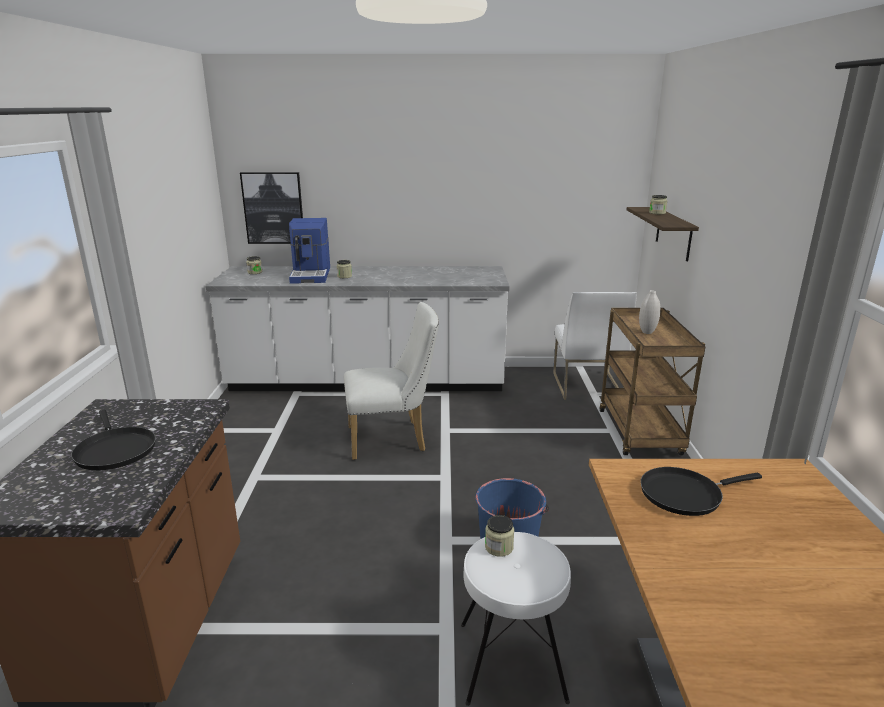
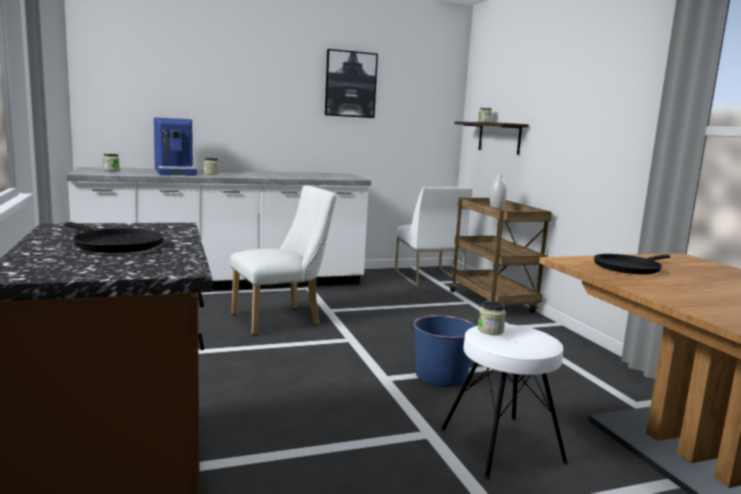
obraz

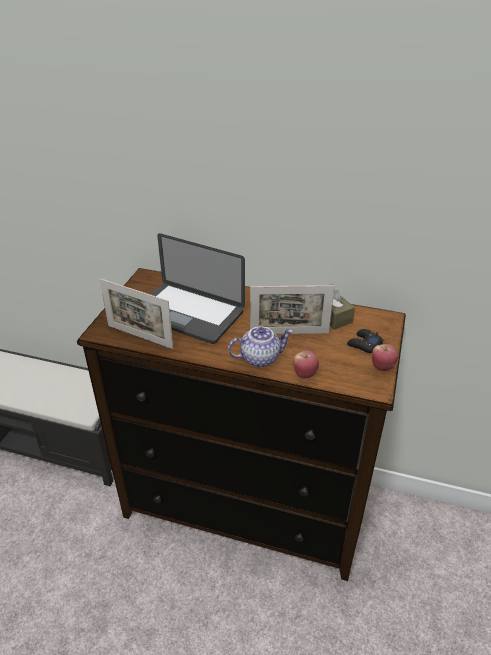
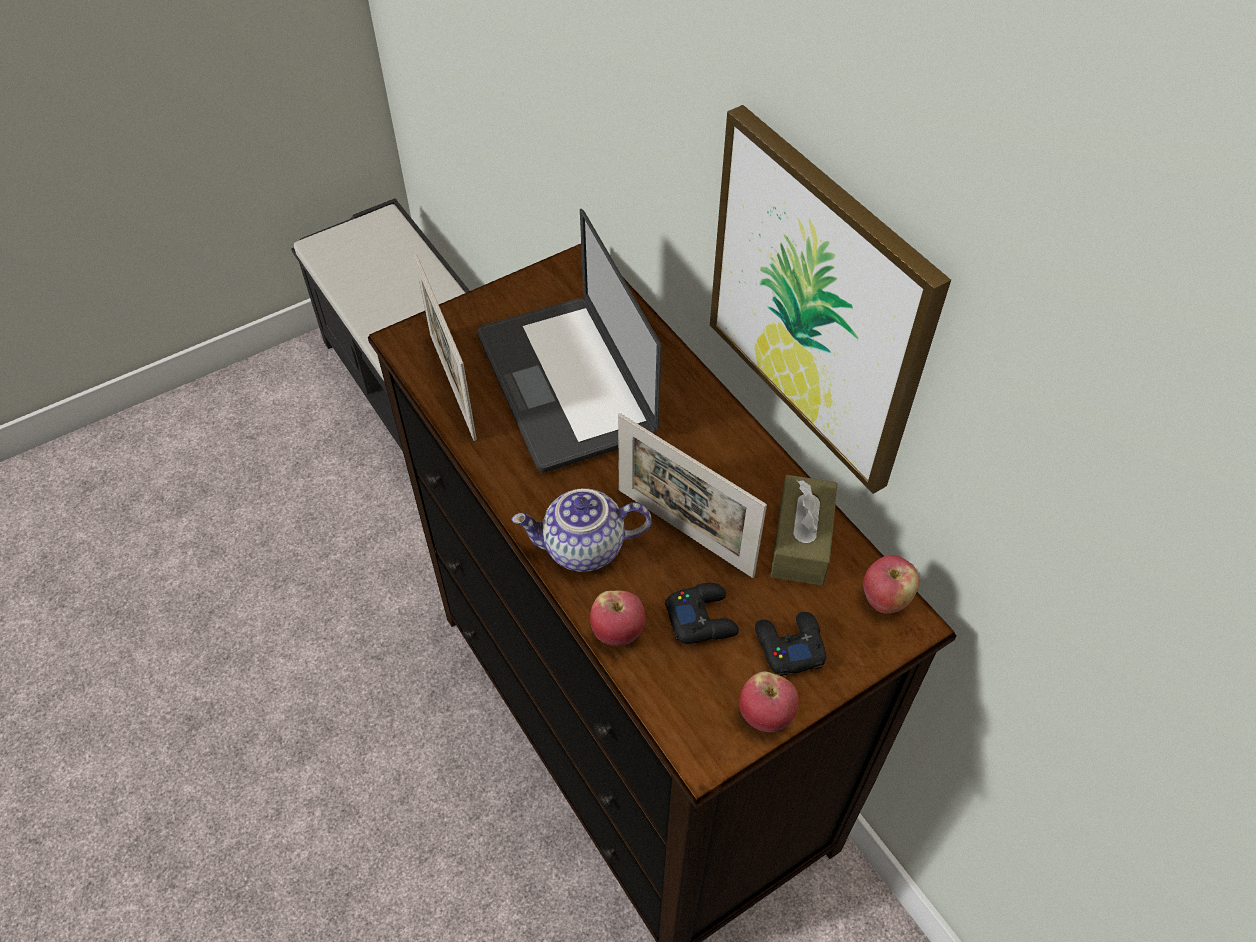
imbryk
pad do gier (czarny) (no. 1 from left)
obraz
jabłko (no. 3 from left)

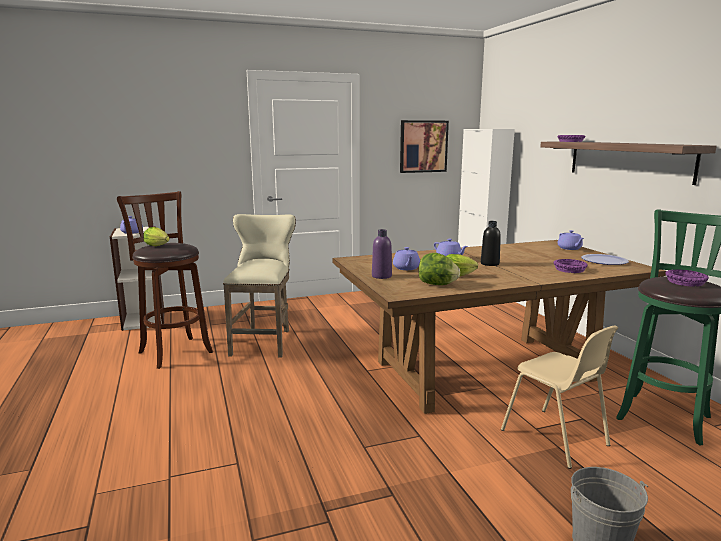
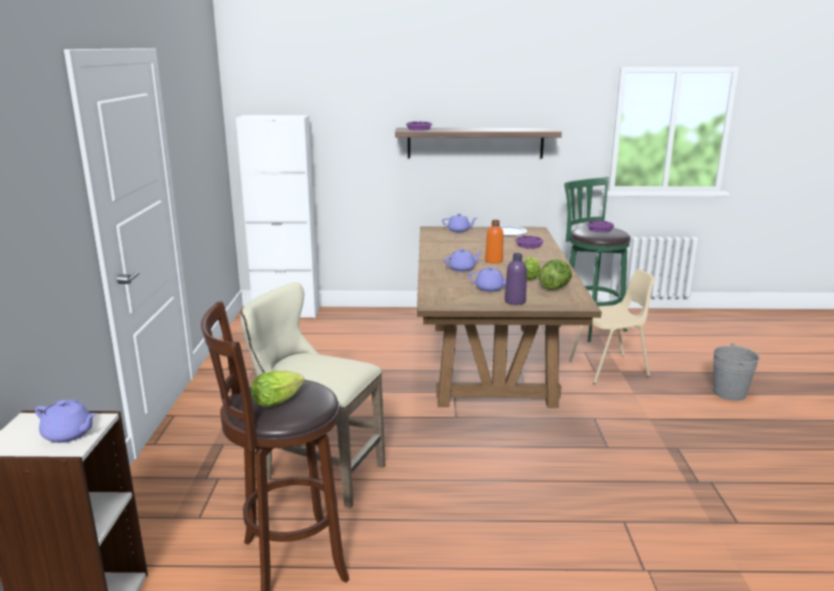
obraz
butelka (pomarańczowy)

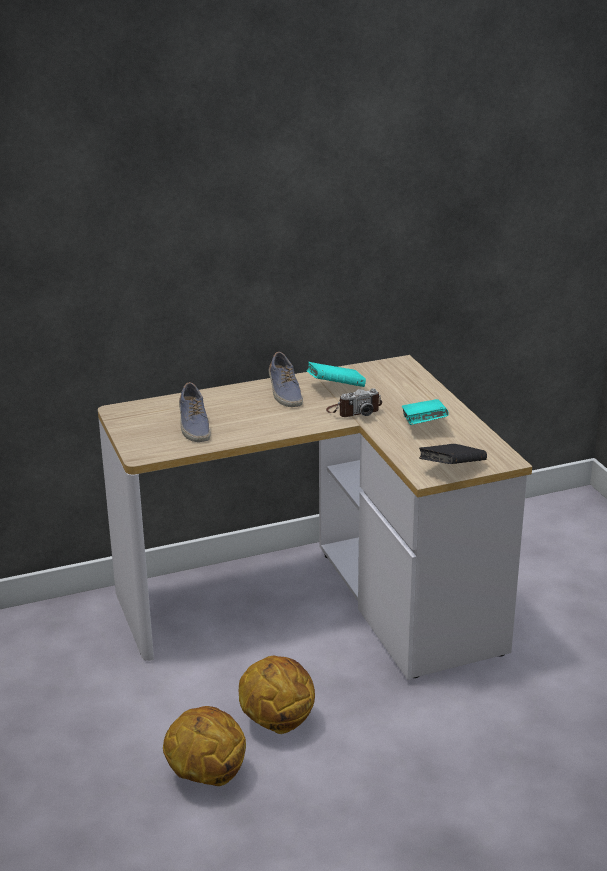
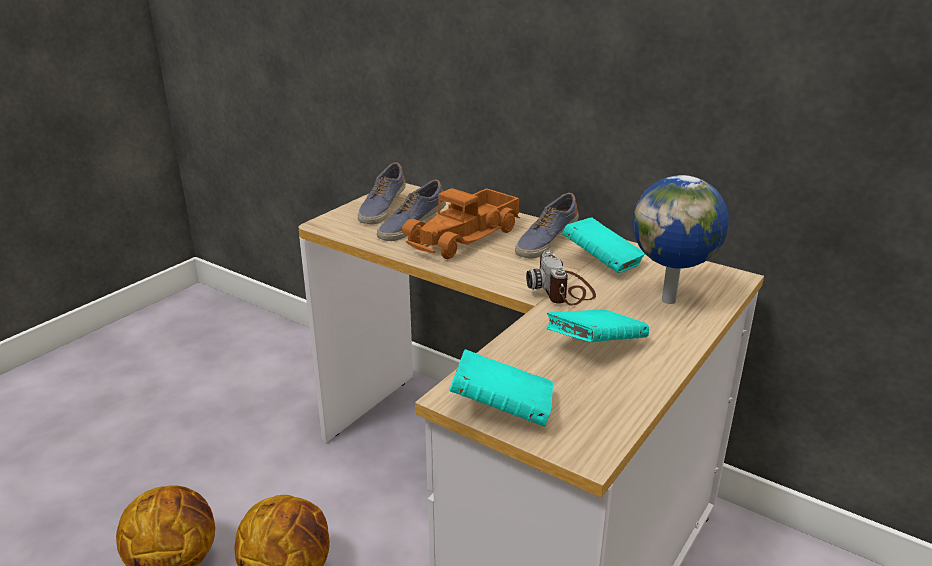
aparat fotograficzny
książka (turkusowy) (no. 1 from left)
but (no. 1 from left)
ciężarówka zabawkowa
globus

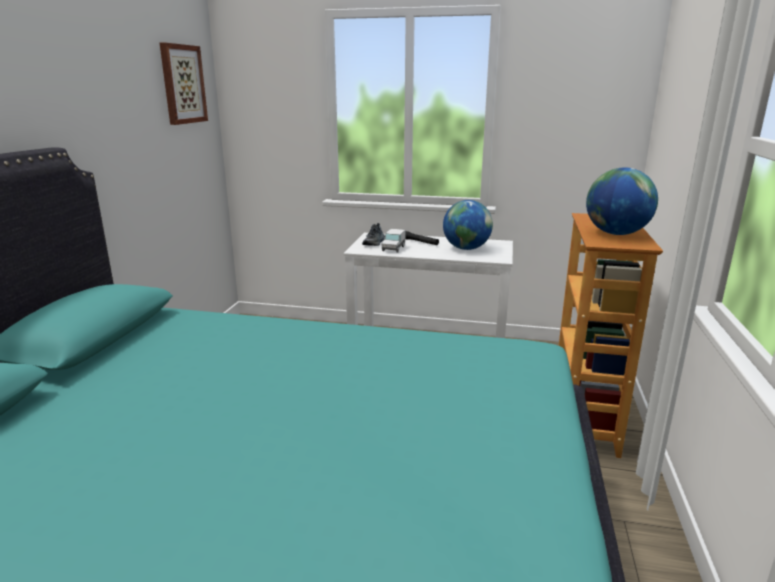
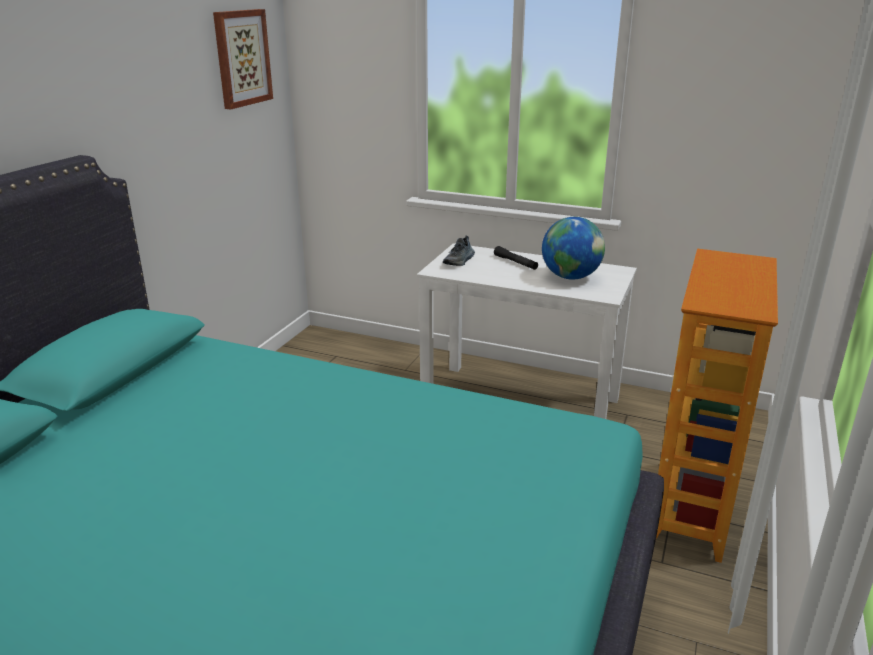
ciężarówka zabawkowa
globus (no. 2 from left in the first image)

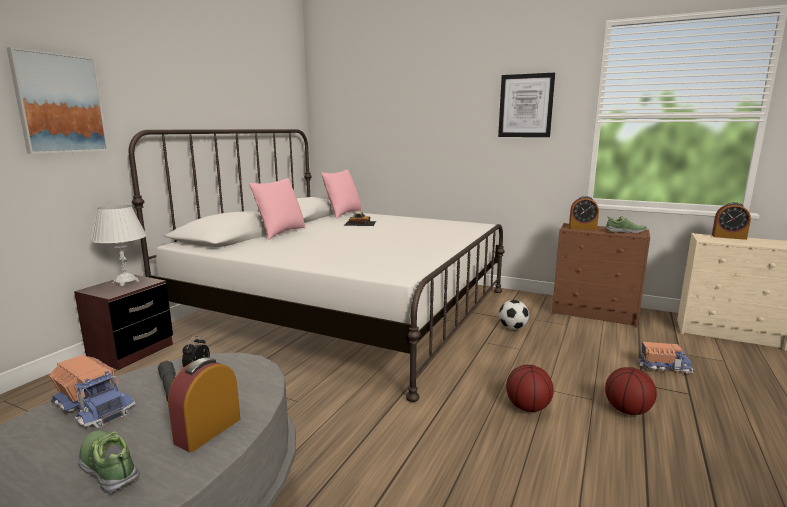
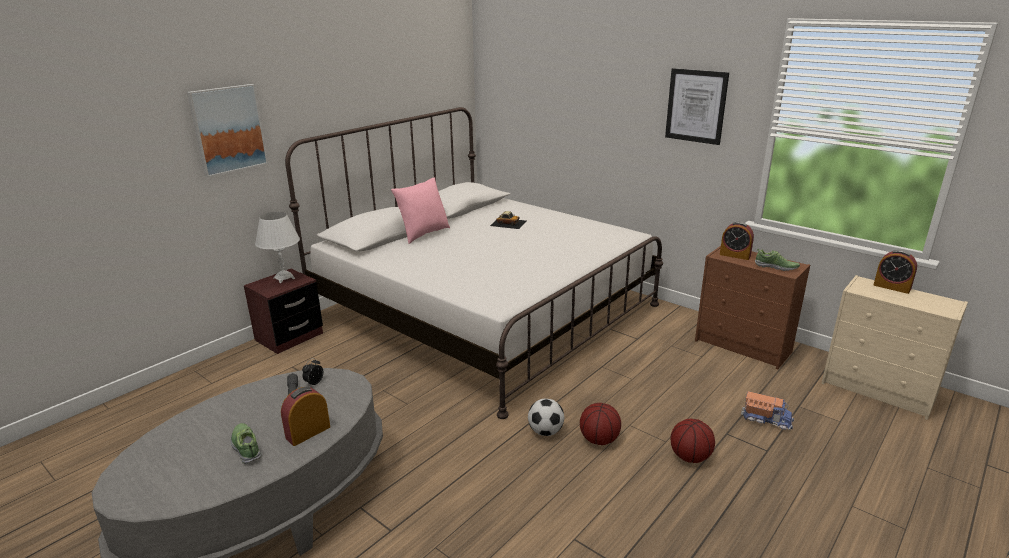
ciężarówka zabawkowa (no. 1 from left in the first image)
poduszka (różowy) (no. 2 from left in the first image)
piłka futbolowa

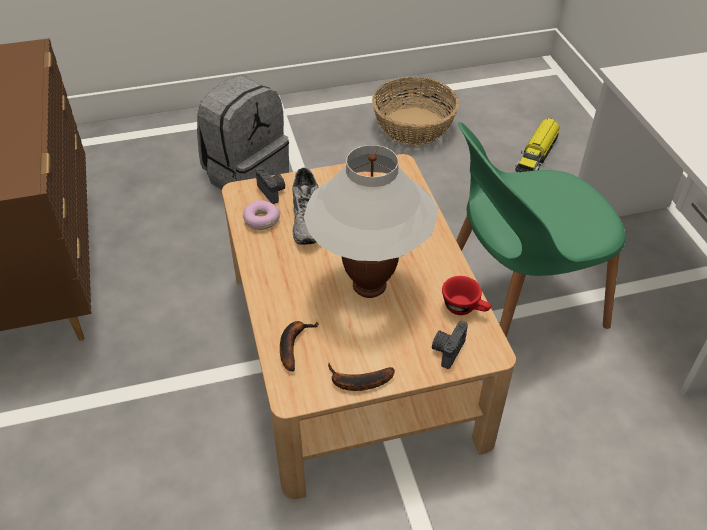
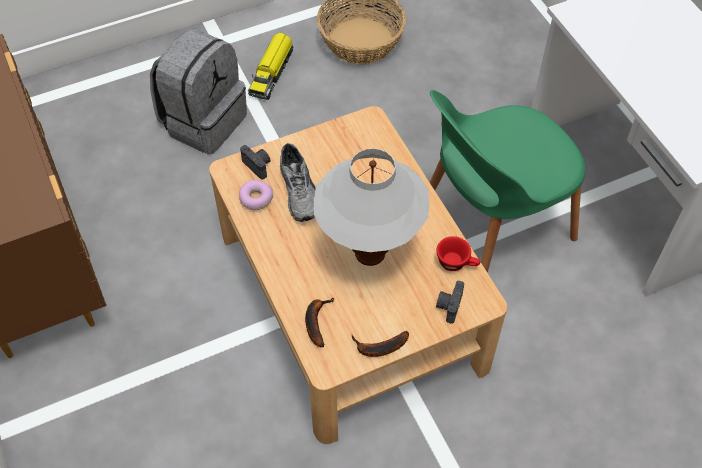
ciężarówka zabawkowa

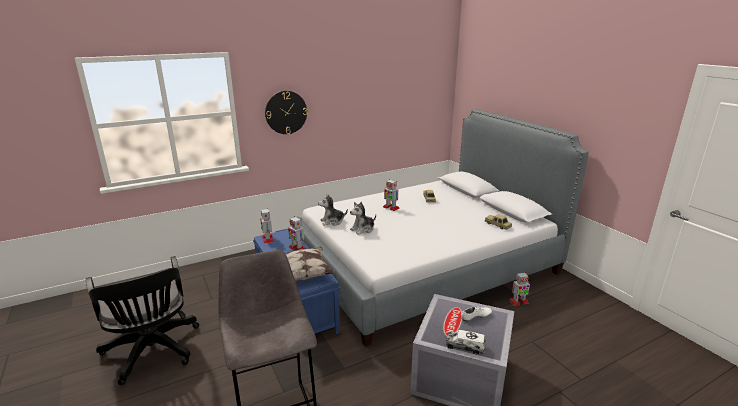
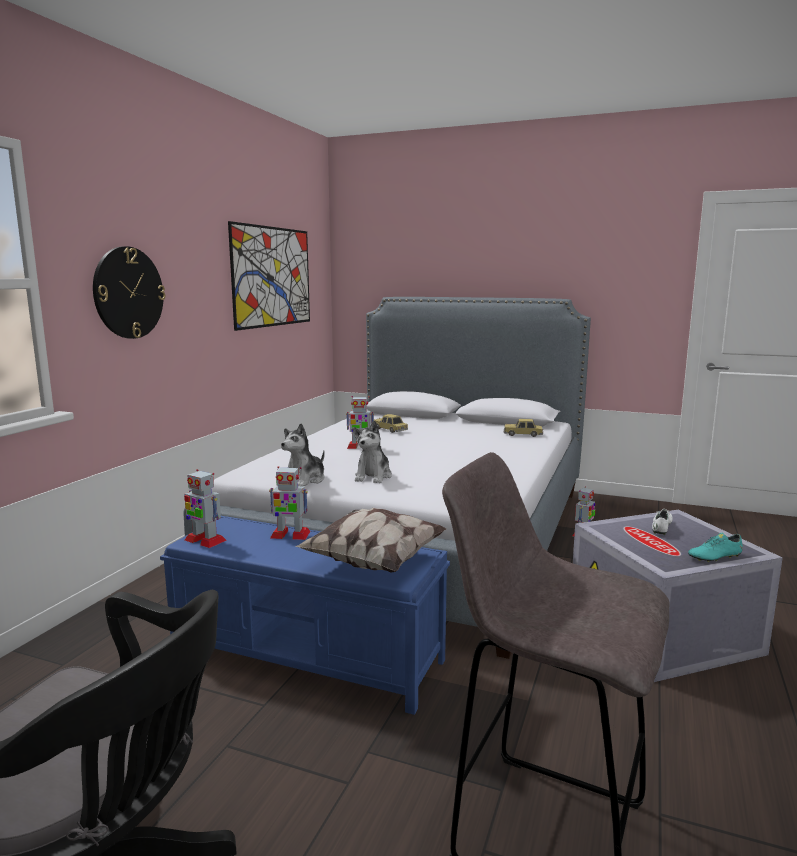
but (turkusowy)
obraz

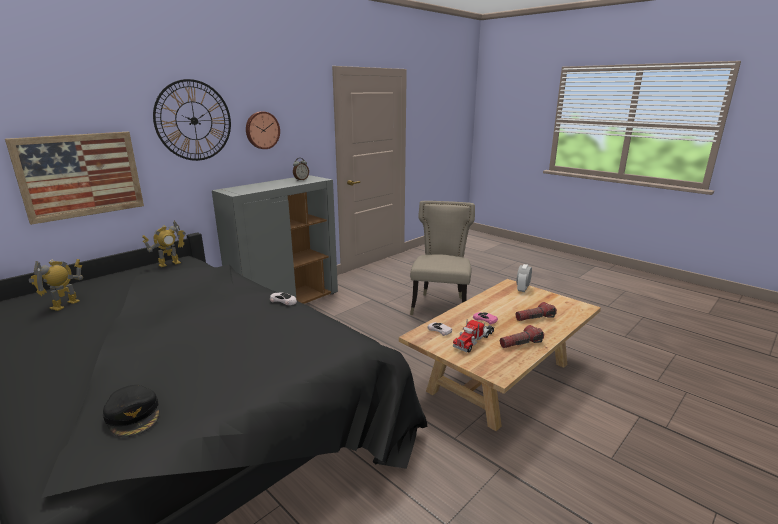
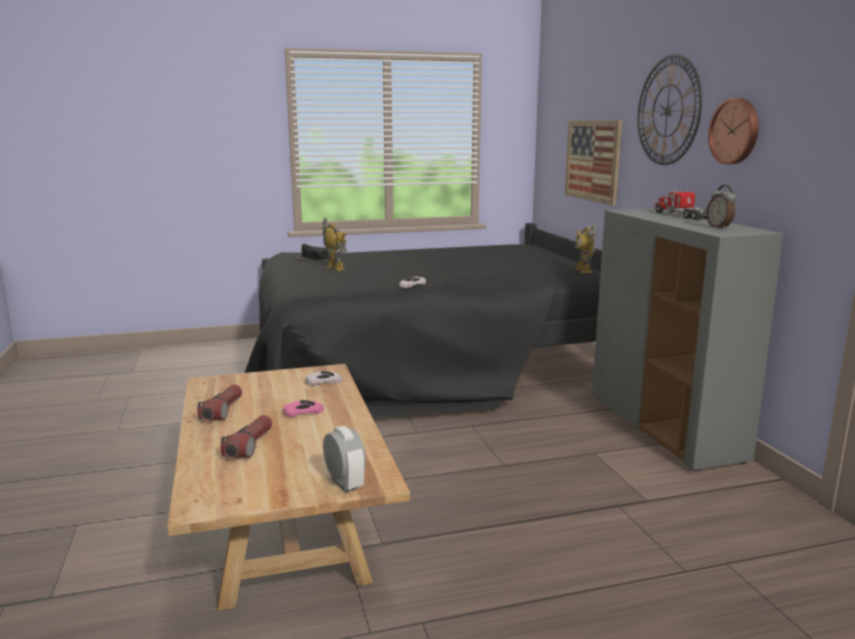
robot zabawkowy (no. 1 from left)
krzesło (beżowy)
ciężarówka zabawkowa

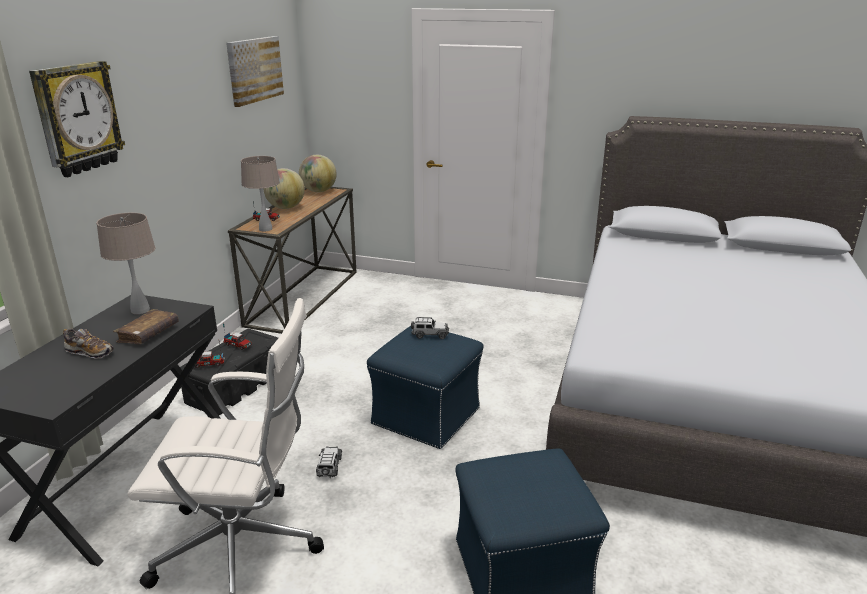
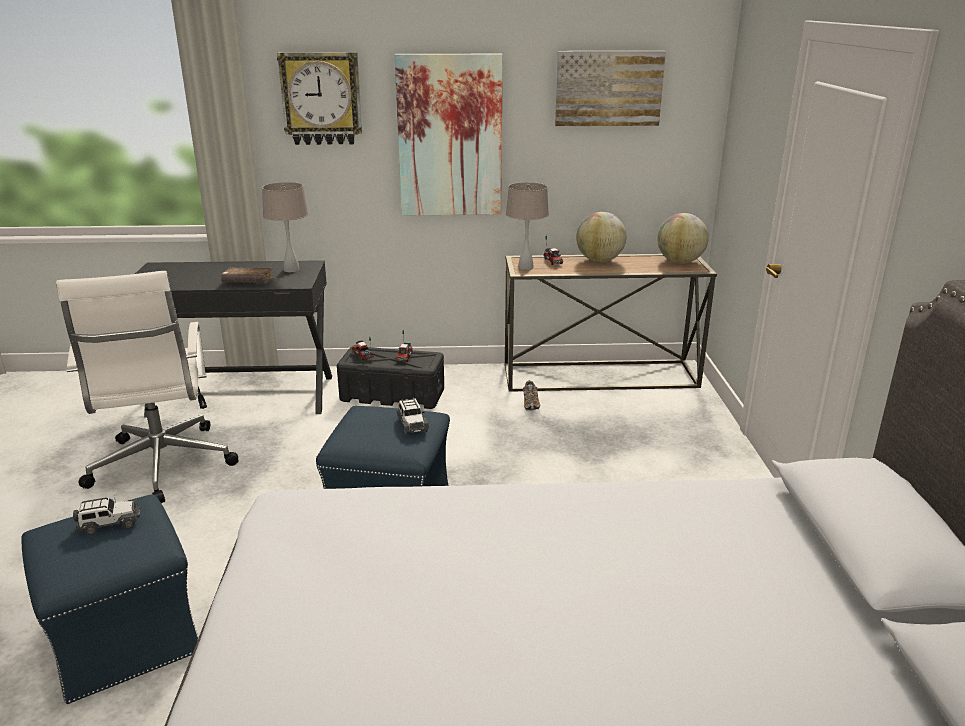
but
samochodzik (no. 1 from left)
obraz (no. 1 from left)

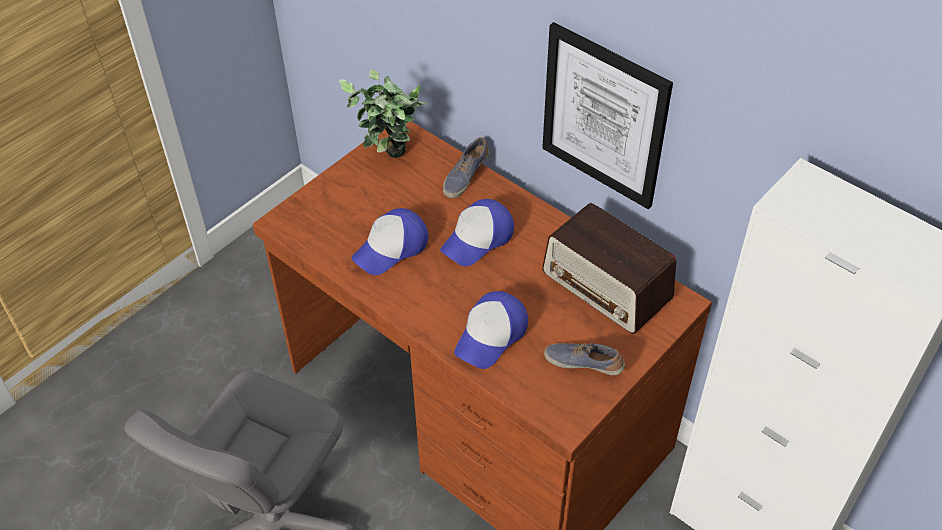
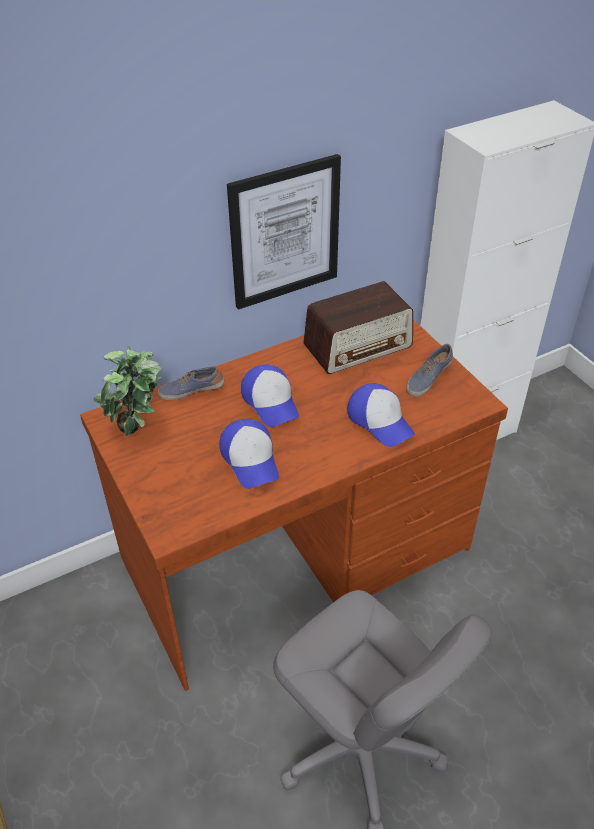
but (no. 1 from left)

